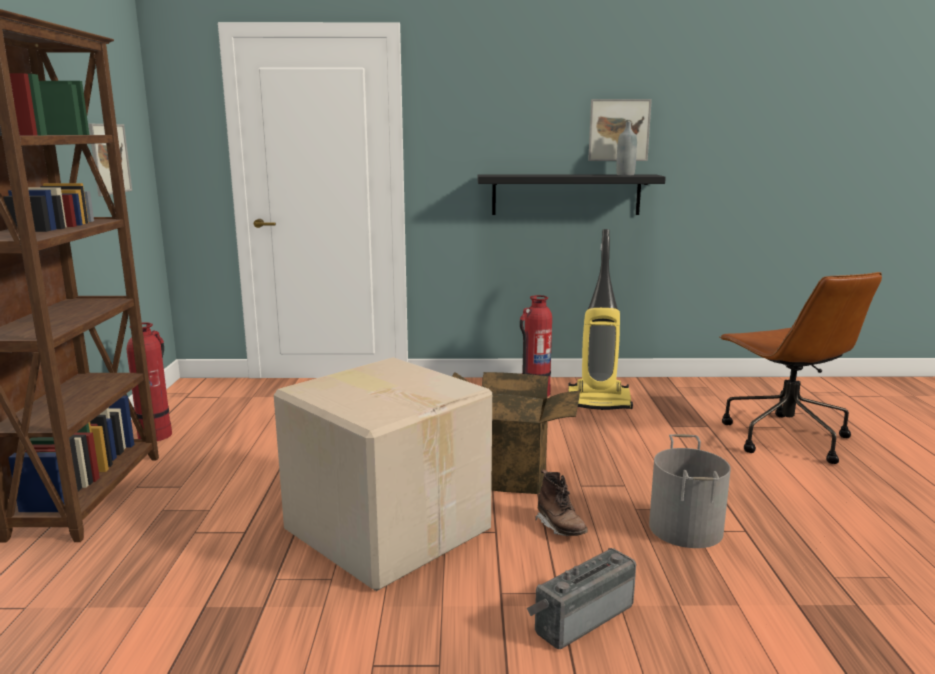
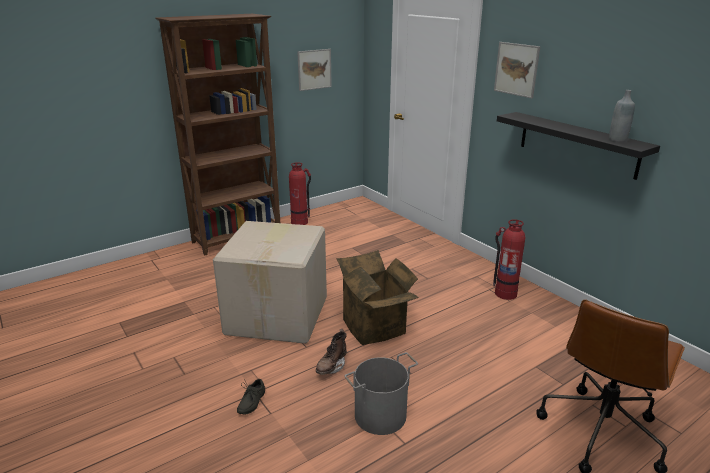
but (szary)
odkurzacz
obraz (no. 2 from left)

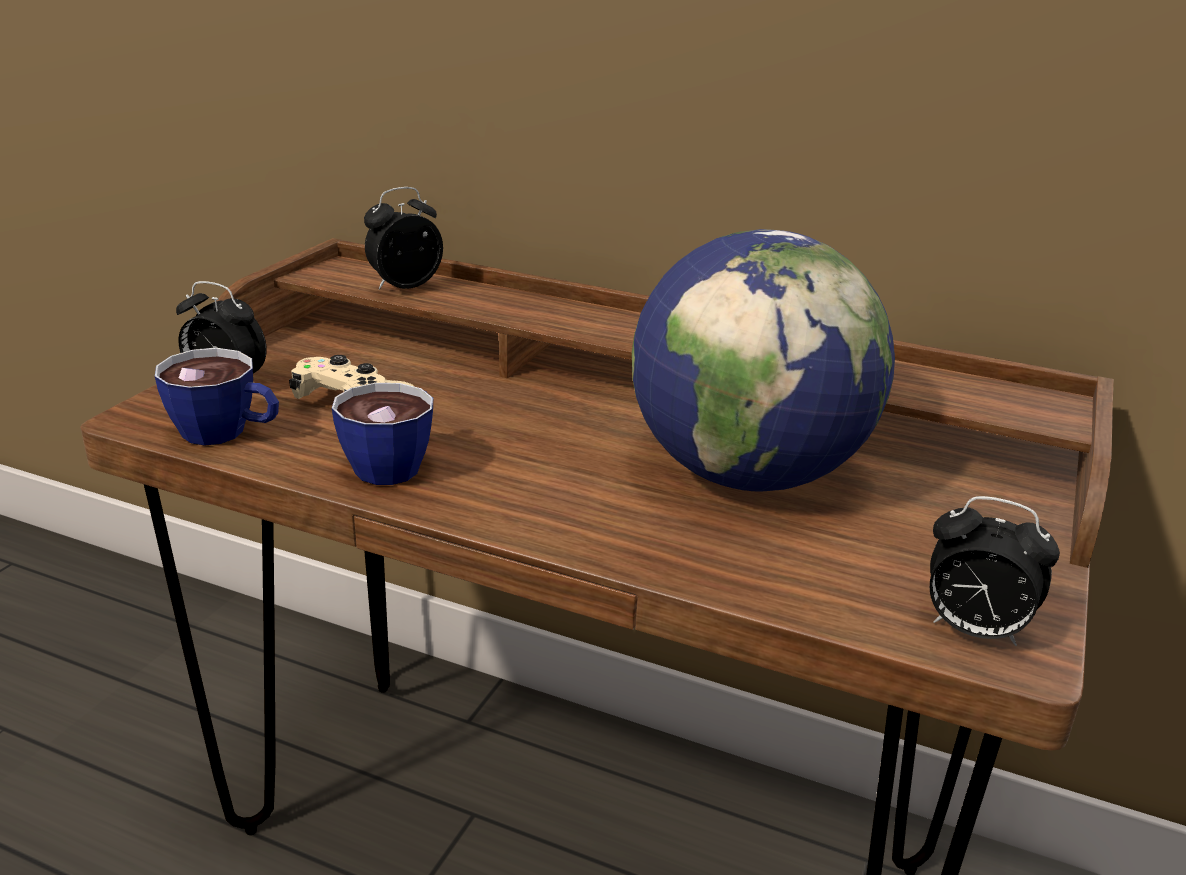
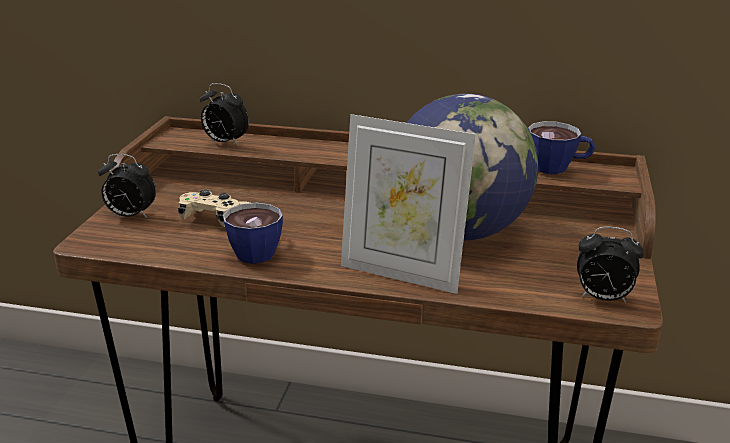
filiżanka (no. 2 from left)
budzik (no. 2 from left)
ramka na zdjęcie

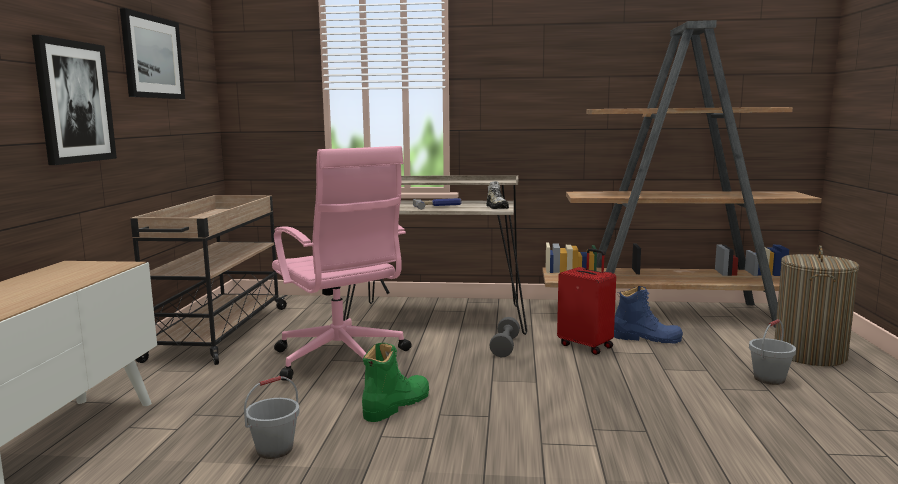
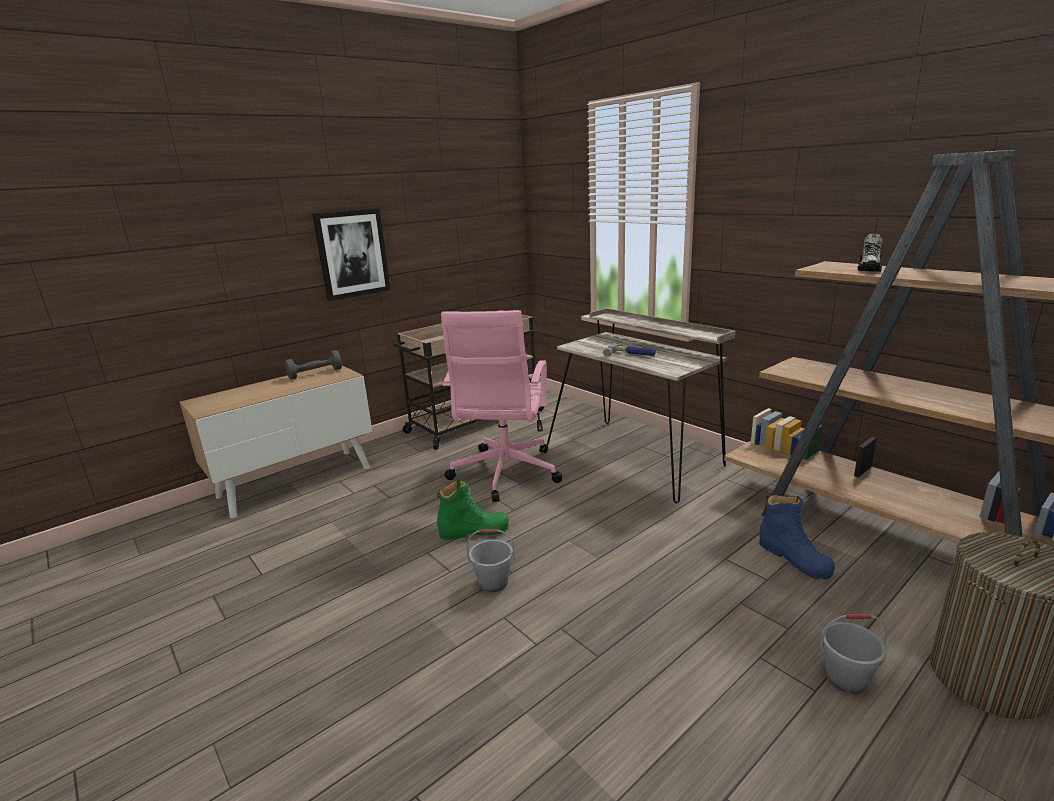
obraz (no. 2 from left in the first image)
wiadro (szary) (no. 1 from left)
but
hantel (szary)
walizka (czerwony)

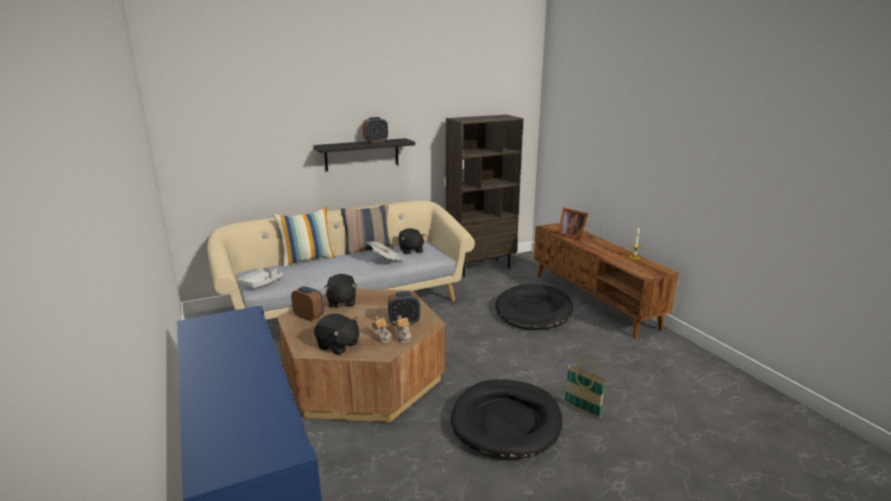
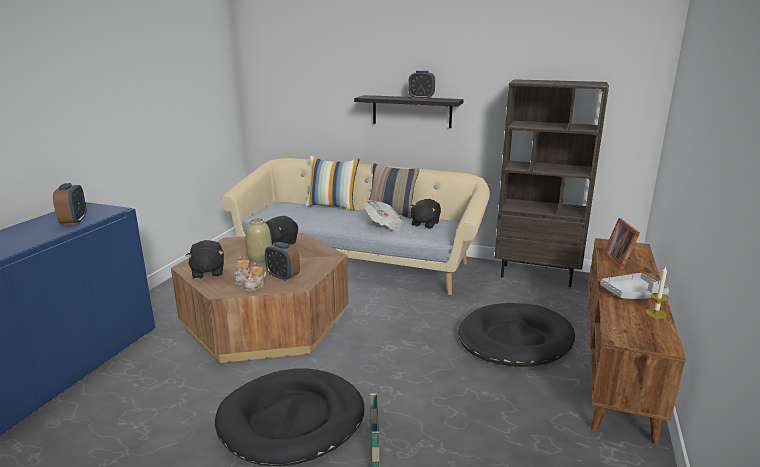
taca (szary)
budzik (no. 1 from left)
wazon (beżowy)

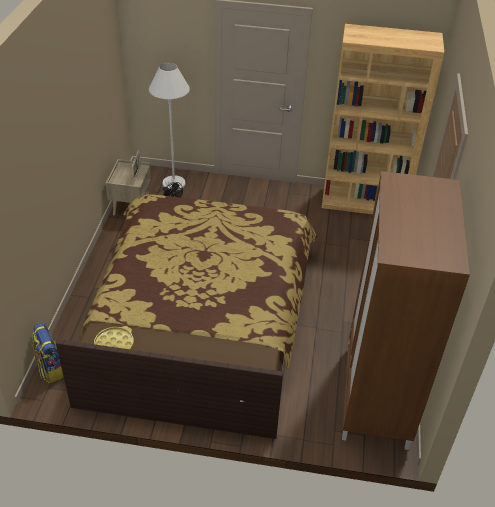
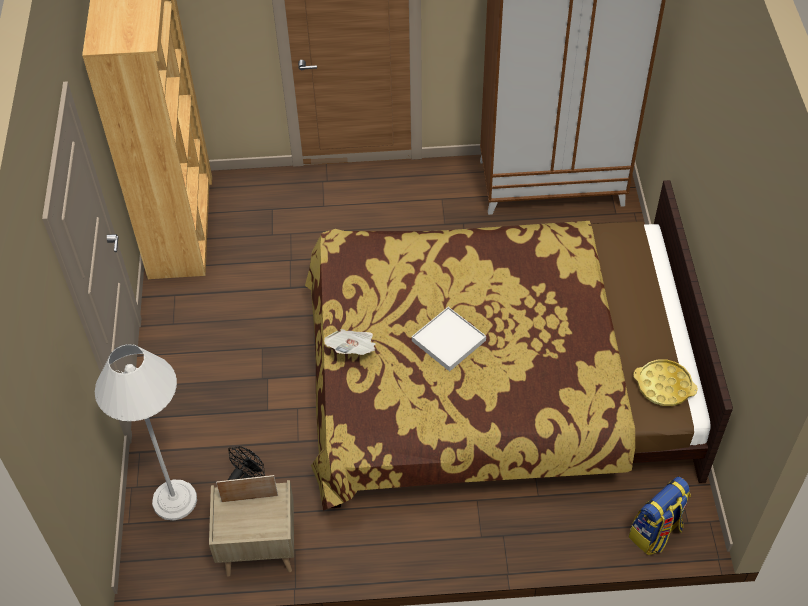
gazeta
taca (biały)

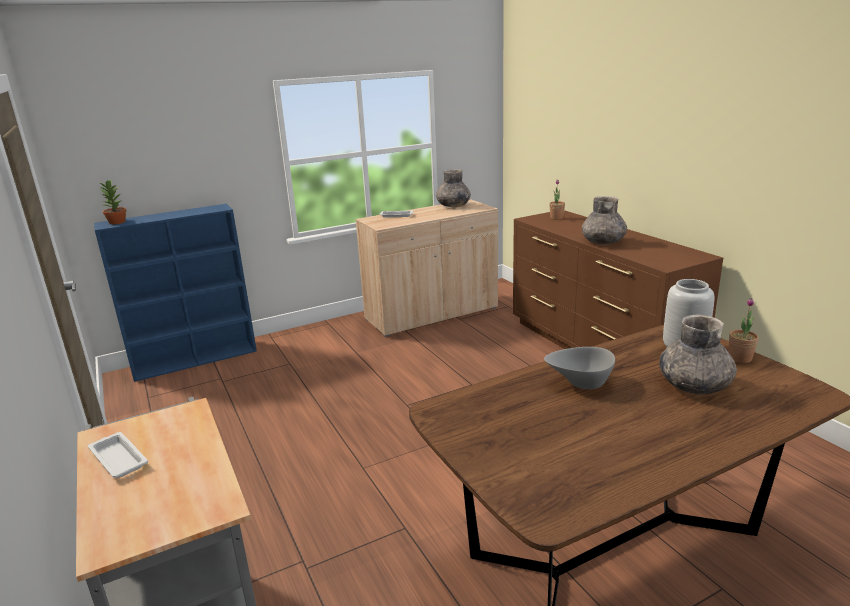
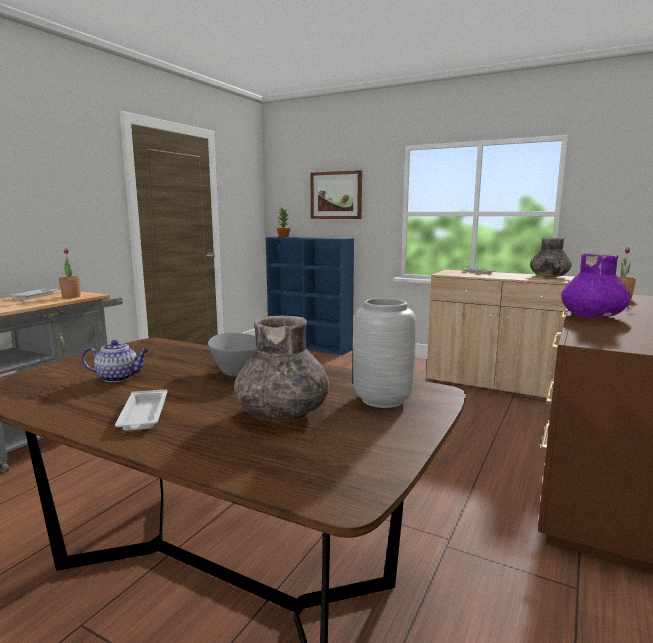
wazon (fioletowy)
roślina doniczkowa (no. 1 from left)
imbryk
taca (biały) (no. 2 from left)
obraz

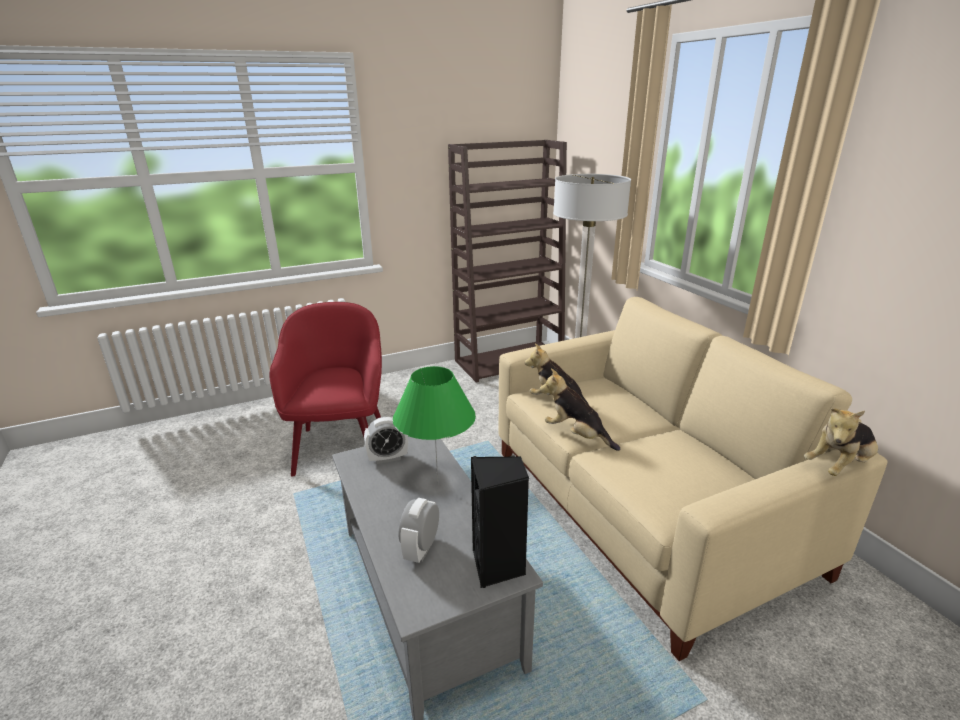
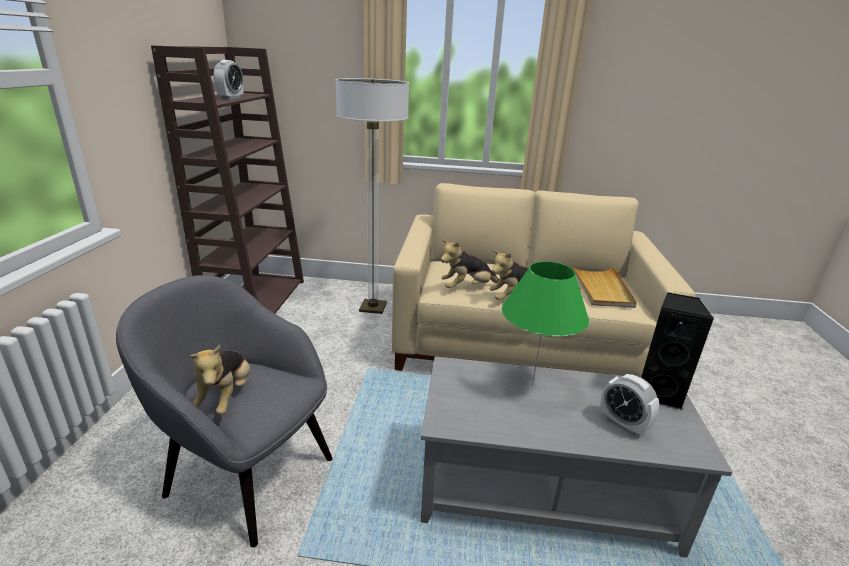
fotel (szary)
budzik (no. 1 from left)
pluszak (no. 1 from left)
taca (beżowy)

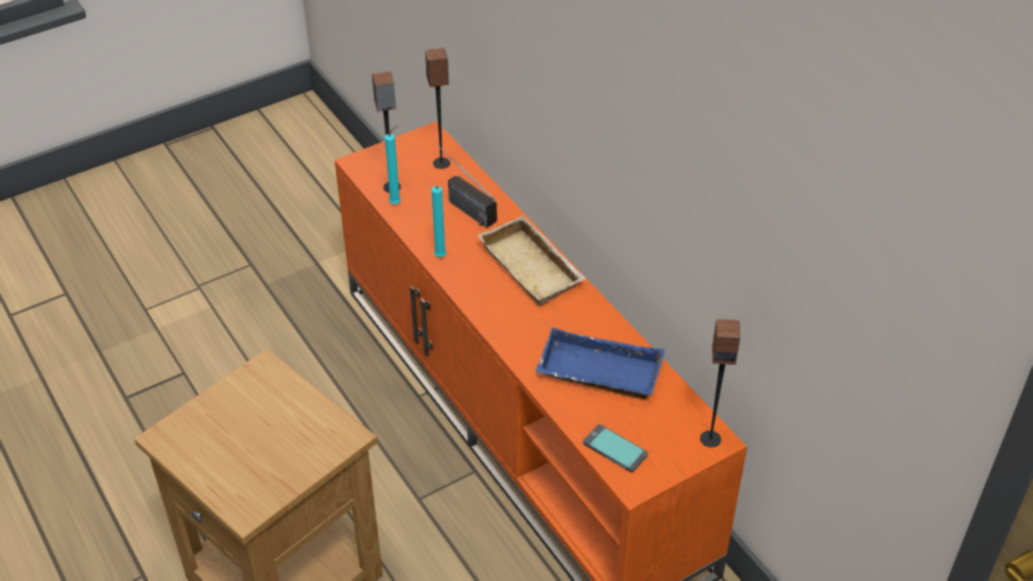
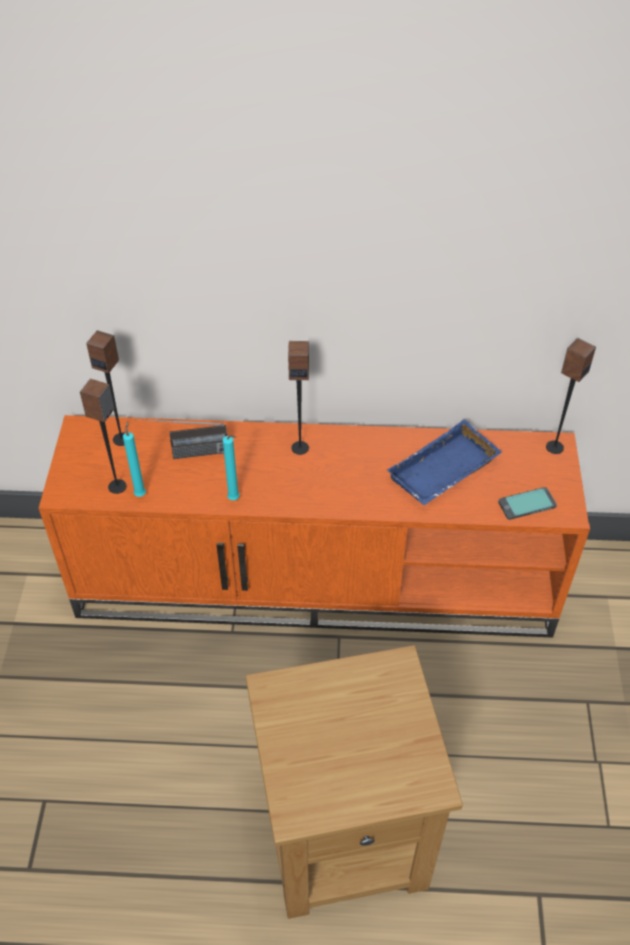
głośnik (no. 3 from left)

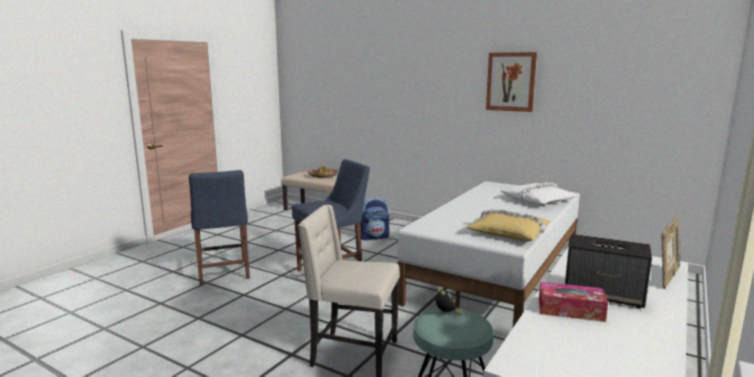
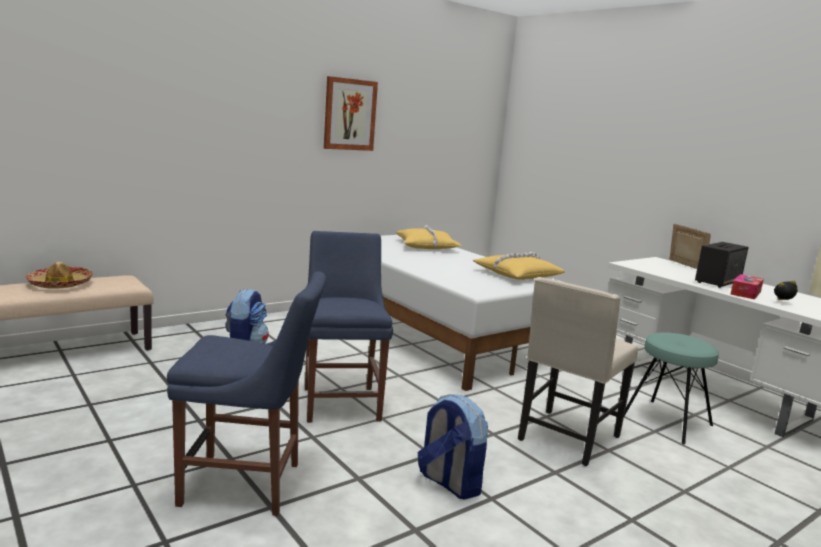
budzik
poduszka (żółty) (no. 1 from left)
plecak (no. 2 from left)

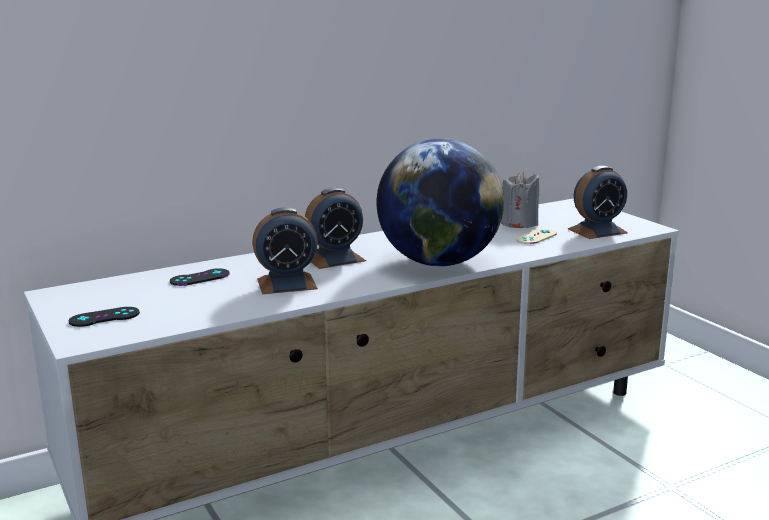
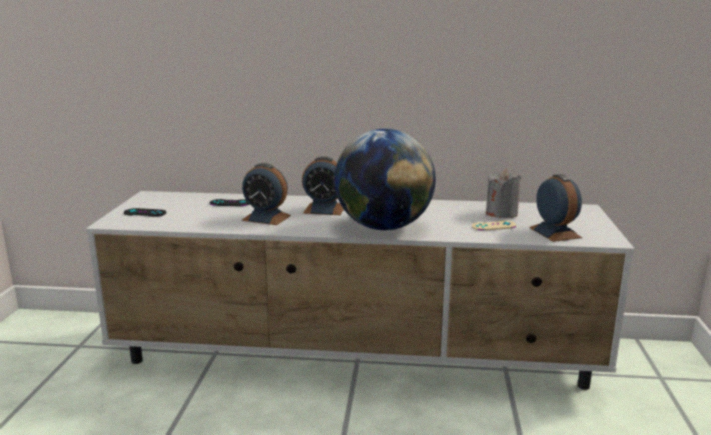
budzik (no. 3 from left)

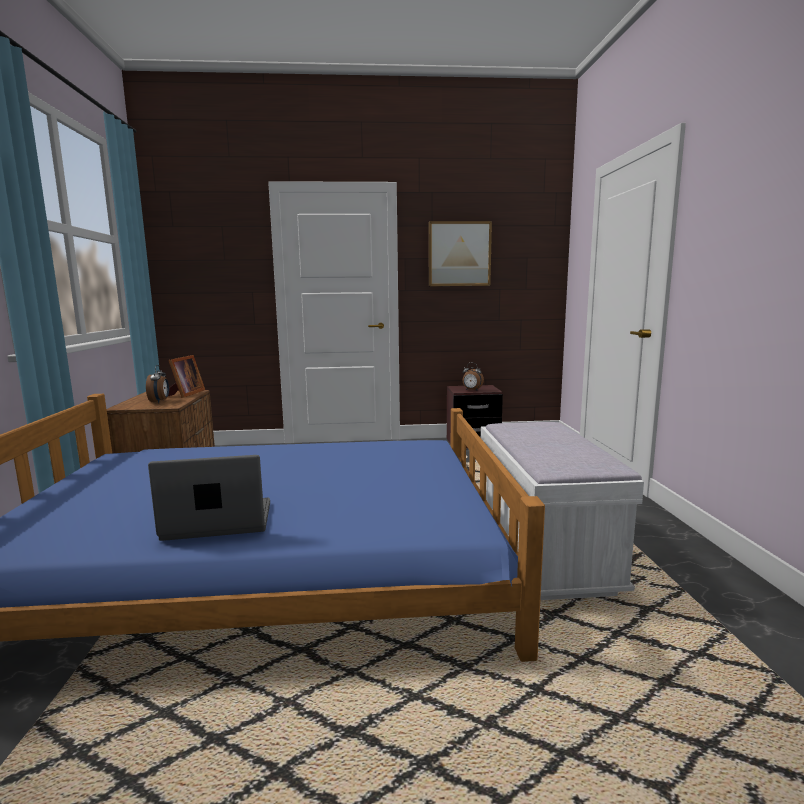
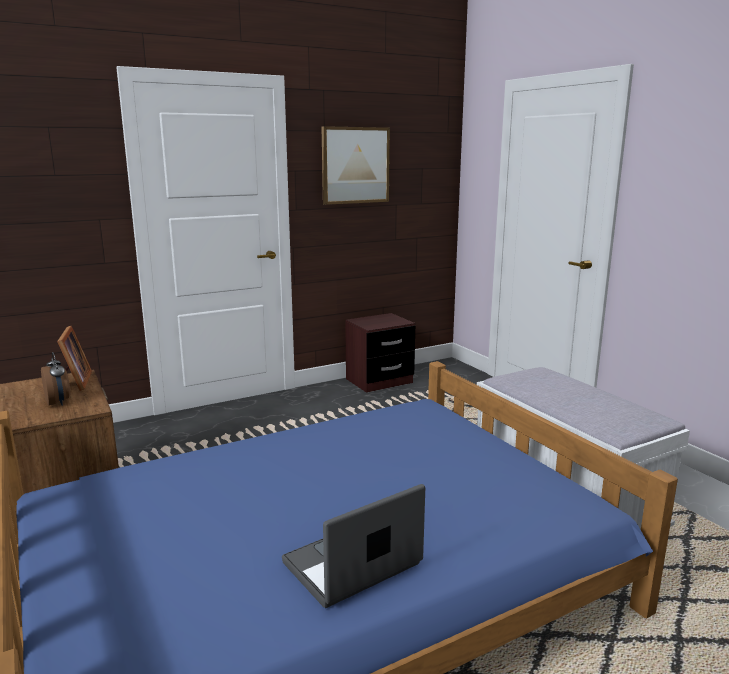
budzik (no. 2 from left in the first image)

